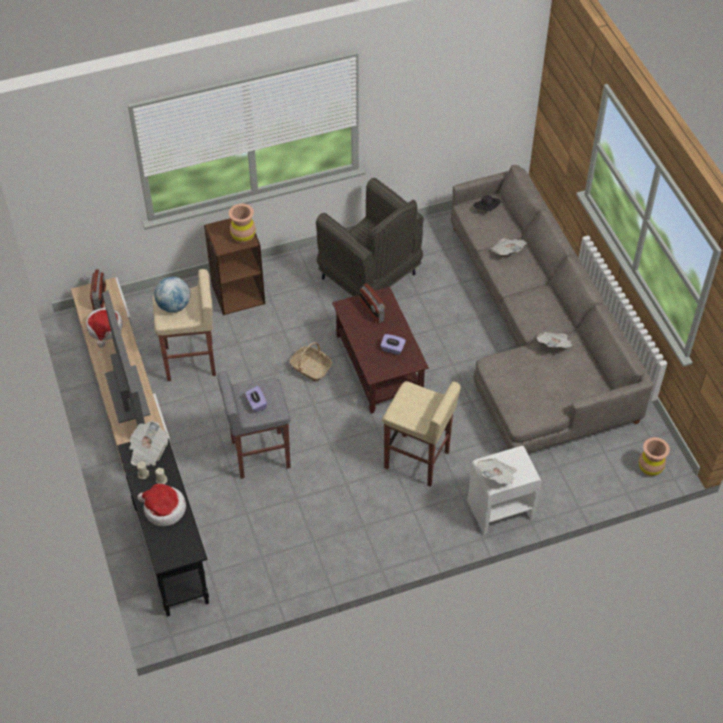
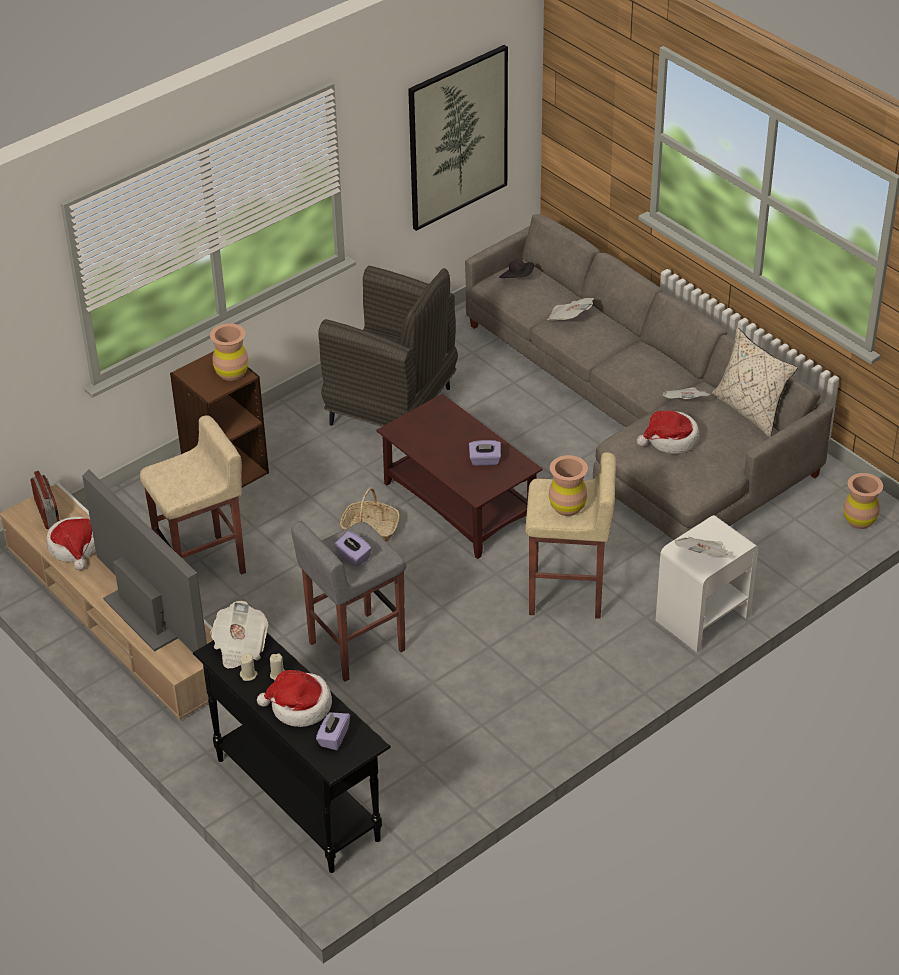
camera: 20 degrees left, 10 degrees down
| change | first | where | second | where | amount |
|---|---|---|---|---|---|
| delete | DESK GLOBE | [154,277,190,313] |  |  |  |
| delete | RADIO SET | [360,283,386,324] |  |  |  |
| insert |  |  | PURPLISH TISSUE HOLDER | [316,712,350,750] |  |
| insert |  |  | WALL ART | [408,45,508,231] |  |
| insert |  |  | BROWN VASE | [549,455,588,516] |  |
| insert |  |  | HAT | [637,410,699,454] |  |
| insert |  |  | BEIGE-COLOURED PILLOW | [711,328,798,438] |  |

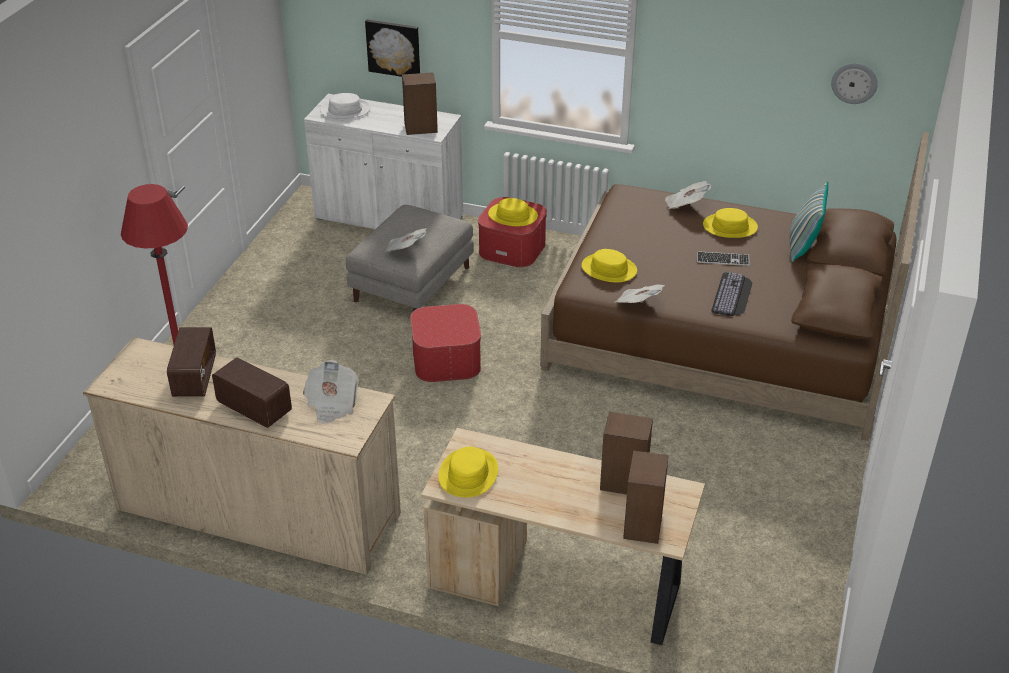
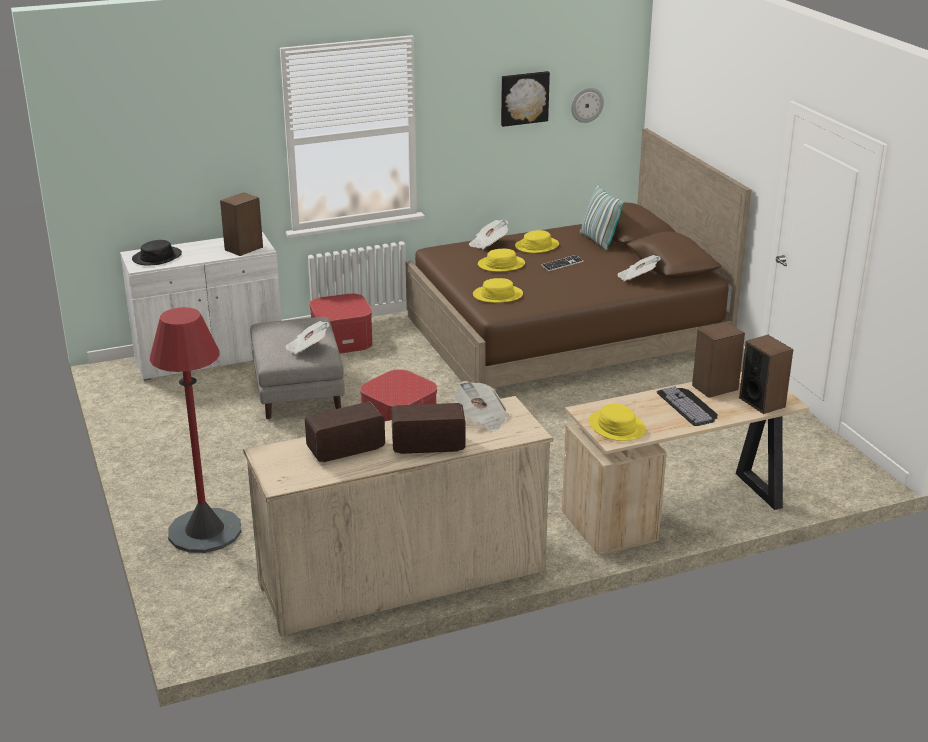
camera: 40 degrees left, 10 degrees down
| change | first | where | second | where | amount |
|---|---|---|---|---|---|
| rotate | RADIO SET | [167,327,216,397] |  | [305,402,385,462] | 75 degrees counterclockwise |
| recolor | WHITE-COLOURED HAT | [320,93,370,119] | BLACK HAT | [132,240,182,265] |  |
| move | WALL ART | [365,20,420,77] |  | [501,71,550,127] |  |
| move | YELLOWISH HAT | [488,198,538,226] |  | [478,249,525,272] |  |
| move | DAILY PAPER | [615,284,665,303] |  | [617,255,661,281] |  |
| move | PC KEYBOARD | [711,272,752,316] |  | [656,386,717,426] |  |

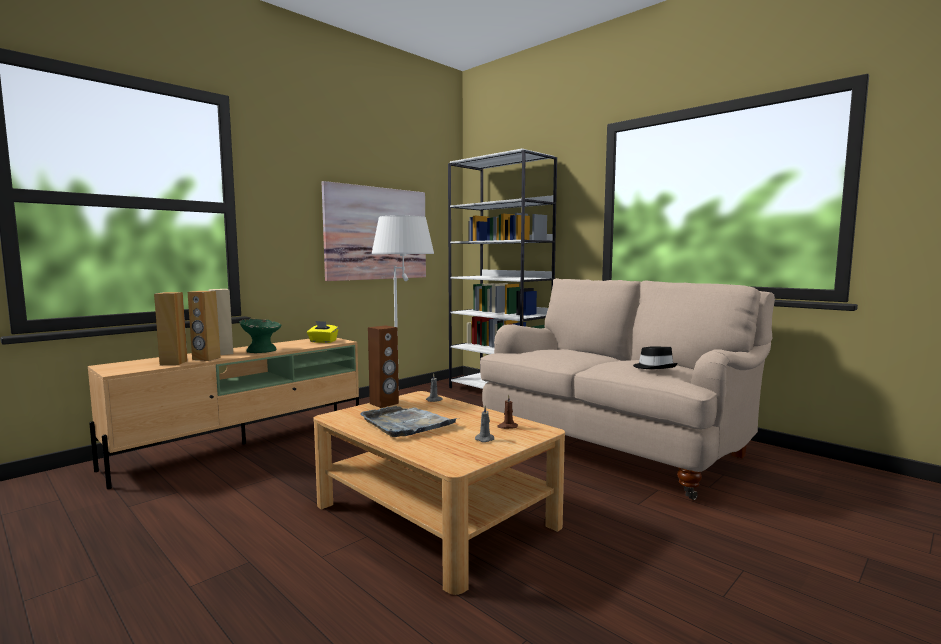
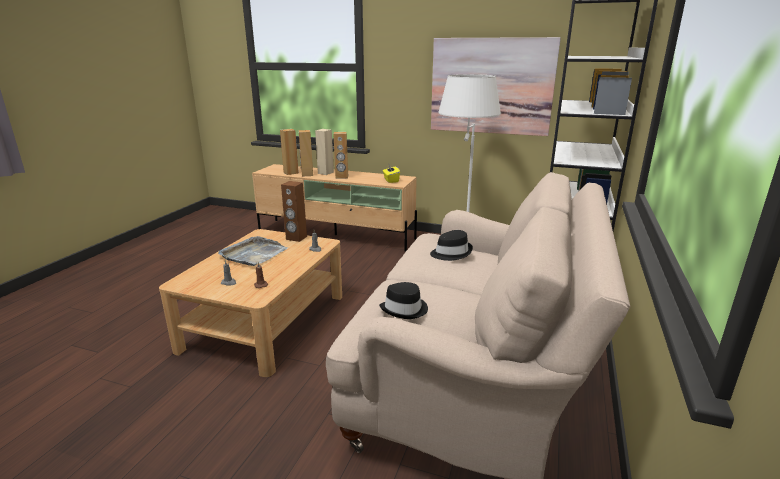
camera: 65 degrees right, 15 degrees up
| change | first | where | second | where | amount |
|---|---|---|---|---|---|
| replace | GREEN-COLOURED DEEP DISH | [239,319,281,353] | BROWN LOUDSPEAKER | [334,132,348,179] |  |
| insert |  |  | BLACK HAT | [430,230,473,261] |  |

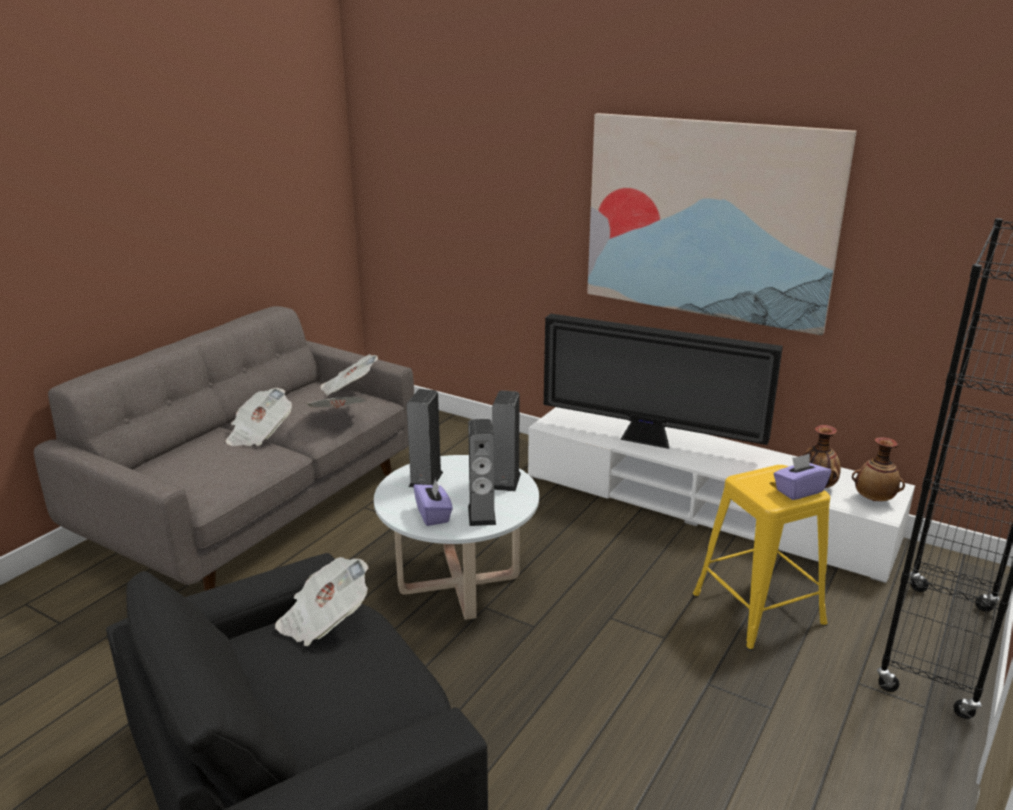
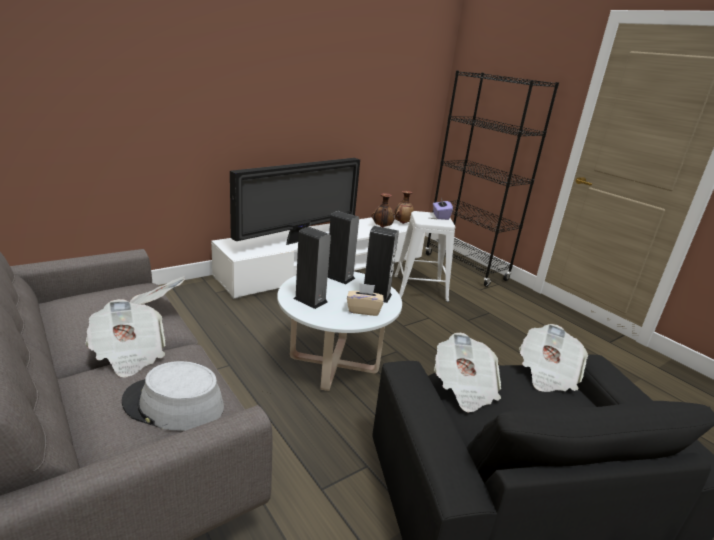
camera: 70 degrees left, 0 degrees up
| change | first | where | second | where | amount |
|---|---|---|---|---|---|
| move | DAILY PAPER | [320,354,378,396] |  | [519,324,588,392] |  |
| recolor | PURPLISH TISSUE HOLDER | [414,478,453,526] | BEIGE-COLOURED TISSUE HOLDER | [347,283,384,316] |  |
| delete | WALL ART | [587,113,857,335] |  |  |  |
| recolor | YELLOWISH STOOL | [692,465,830,651] | WHITE-COLOURED STOOL | [394,211,455,302] |  |
| insert |  |  | GREY HAT | [122,361,224,431] |  |

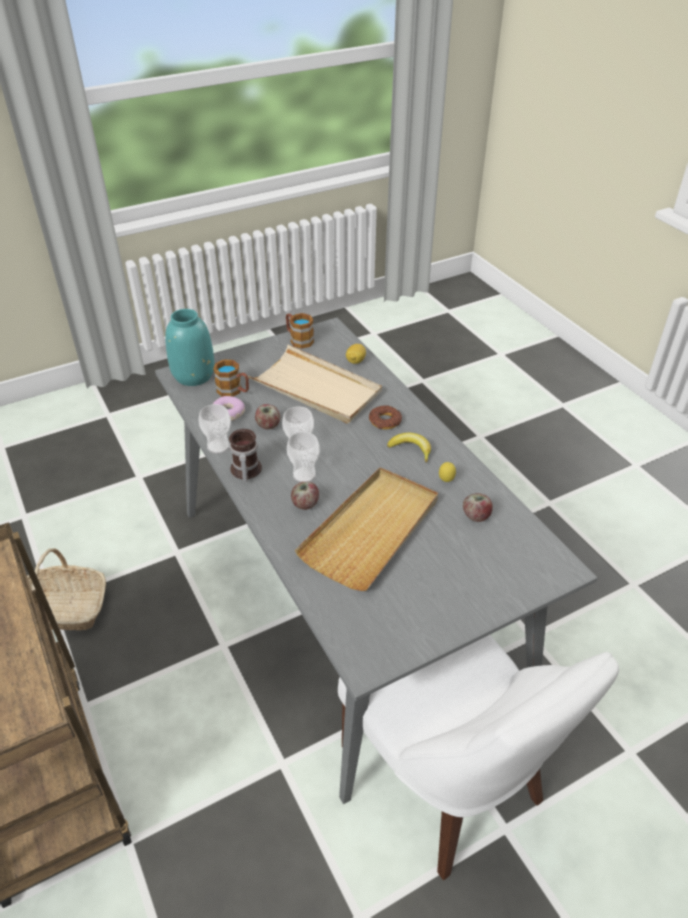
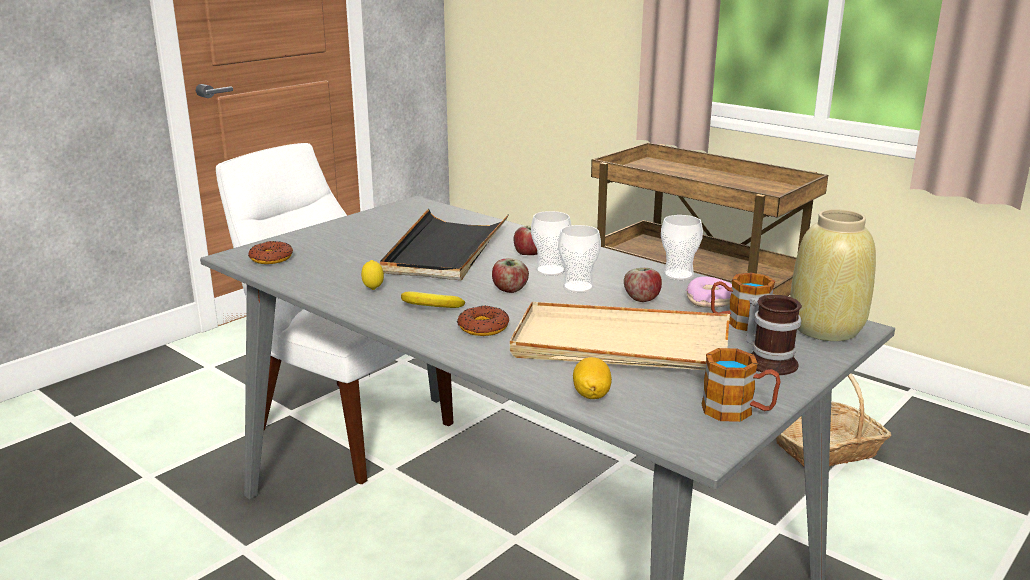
camera: 160 degrees right, 20 degrees down
| change | first | where | second | where | amount |
|---|---|---|---|---|---|
| recolor | TURQUOISE-COLOURED VASE | [165,309,215,386] | BEIGE-COLOURED VASE | [790,209,876,341] |  |
| move | TEA MUG | [229,429,262,482] |  | [746,295,802,375] |  |
| recolor | BEIGE-COLOURED TRAY | [295,467,438,591] | BLACK TRAY | [380,209,508,280] |  |
| move | APPLE FRUIT | [463,493,493,522] |  | [492,258,529,293] |  |
| insert |  |  | RING DOUGHNUT | [248,241,293,264] |  |

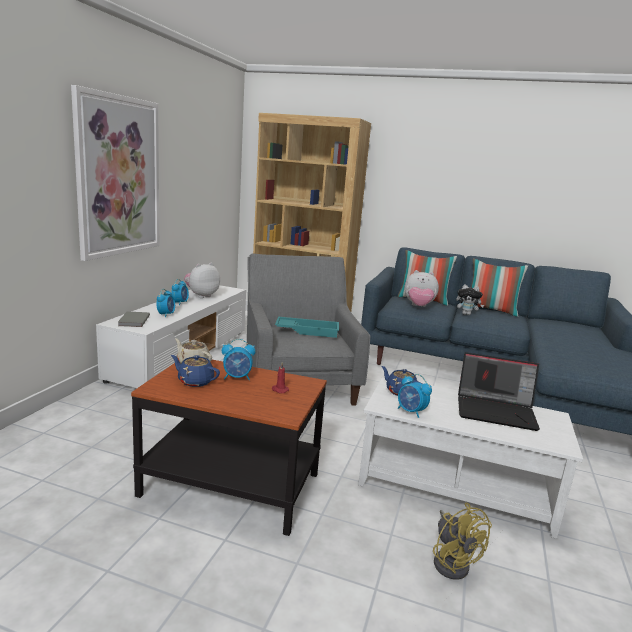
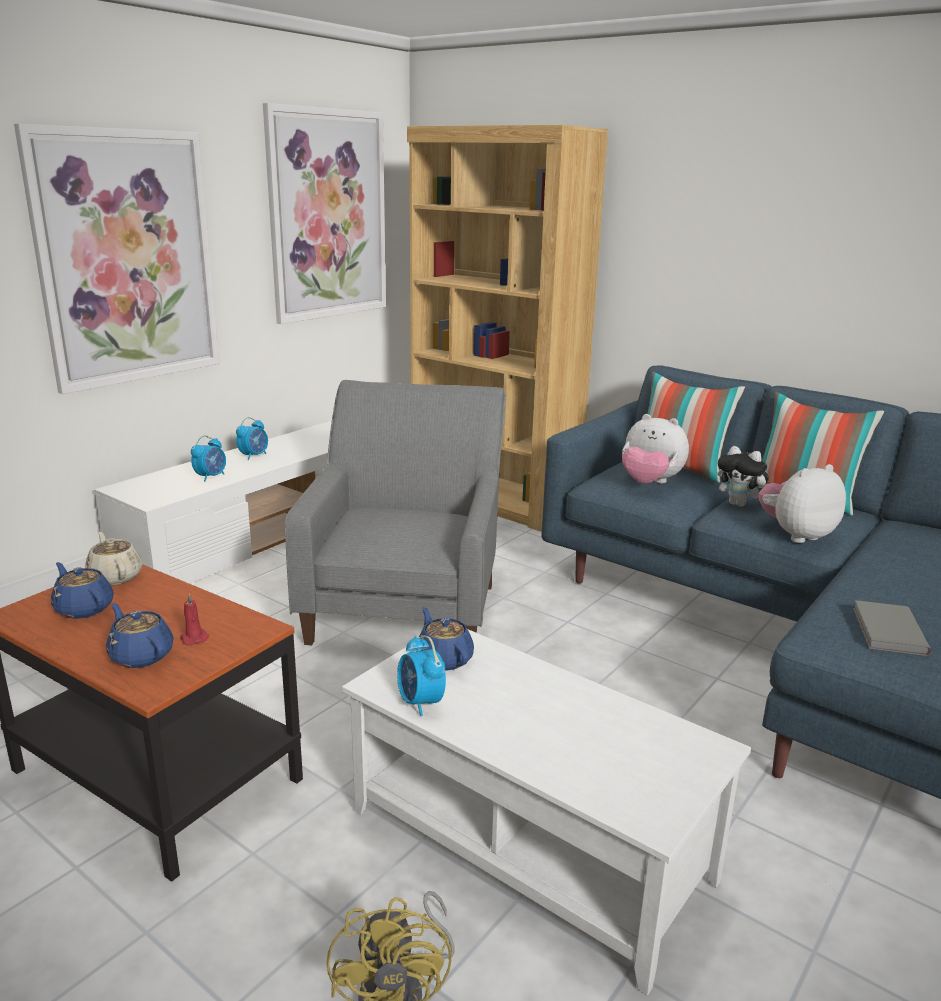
camera: 20 degrees right, 5 degrees up
| change | first | where | second | where | amount |
|---|---|---|---|---|---|
| move | GREY BOUND BOOK | [118,311,150,327] |  | [853,600,931,656] |  |
| move | CUDDLY TOY | [184,263,220,298] |  | [759,464,846,543] |  |
| delete | TABLE CLOCK | [222,339,256,380] |  |  |  |
| delete | TURQUOISE-COLOURED TRAY | [275,317,339,338] |  |  |  |
| delete | NOTEBOOK COMPUTER | [458,352,540,431] |  |  |  |
| insert |  |  | BLUE POT FOR TEA | [106,603,174,668] |  |
| insert |  |  | WALL ART | [263,103,386,324] |  |

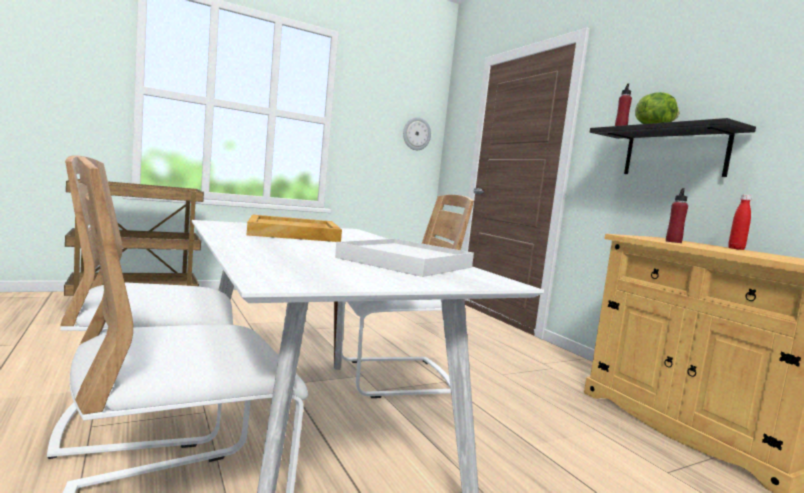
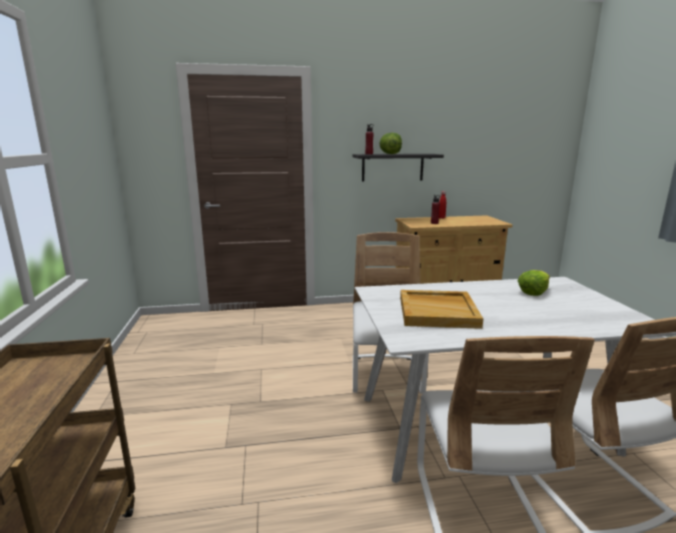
camera: 70 degrees left, 10 degrees up
| change | first | where | second | where | amount |
|---|---|---|---|---|---|
| replace | WHITE-COLOURED TRAY | [335,239,474,277] | HEAD OF LETTUCE | [518,270,550,296] |  |
| delete | WALL CLOCK | [403,117,431,150] |  |  |  |

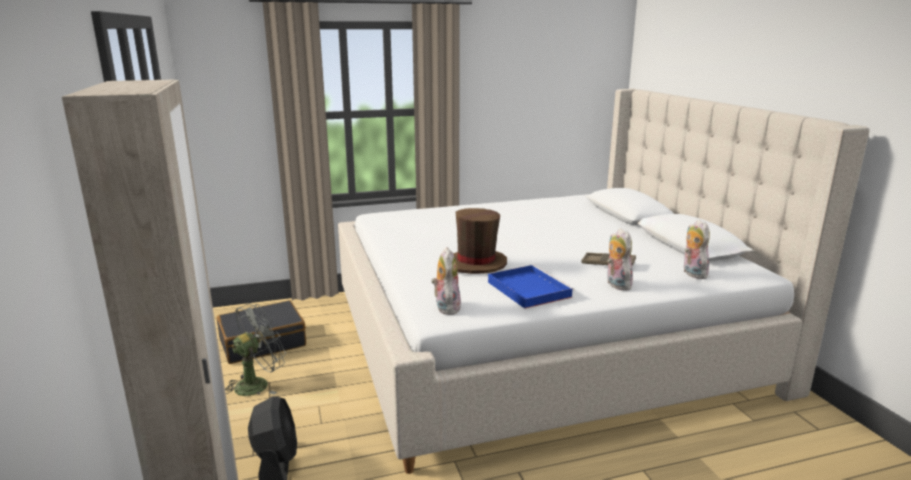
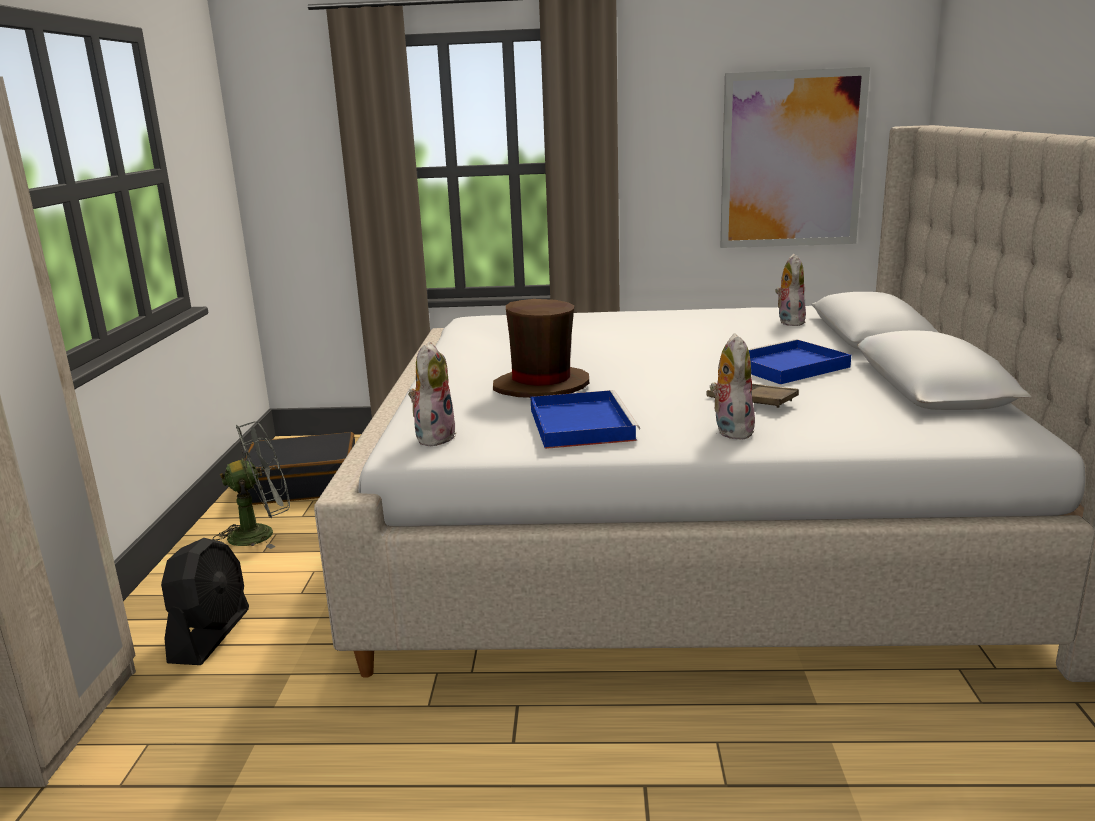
camera: 20 degrees right, 0 degrees up
| change | first | where | second | where | amount |
|---|---|---|---|---|---|
| move | CUDDLY TOY | [684,219,710,279] |  | [775,254,806,326] |  |
| insert |  |  | WALL ART | [720,67,870,248] |  |
| insert |  |  | BLUE TRAY | [748,339,851,385] |  |

